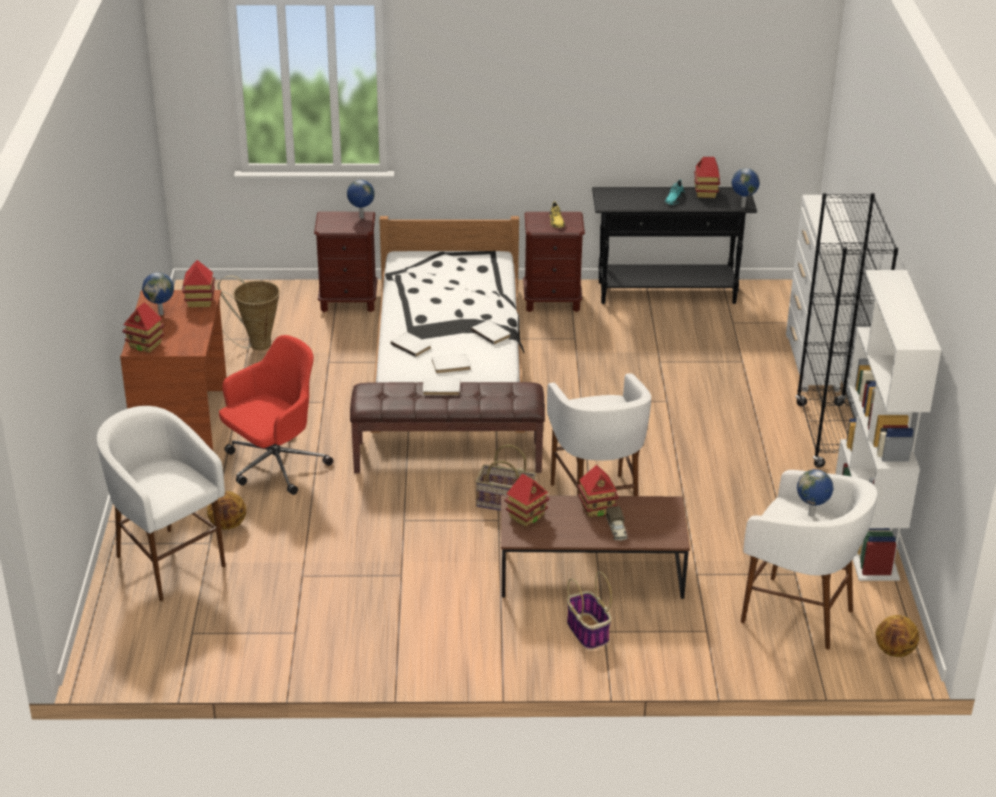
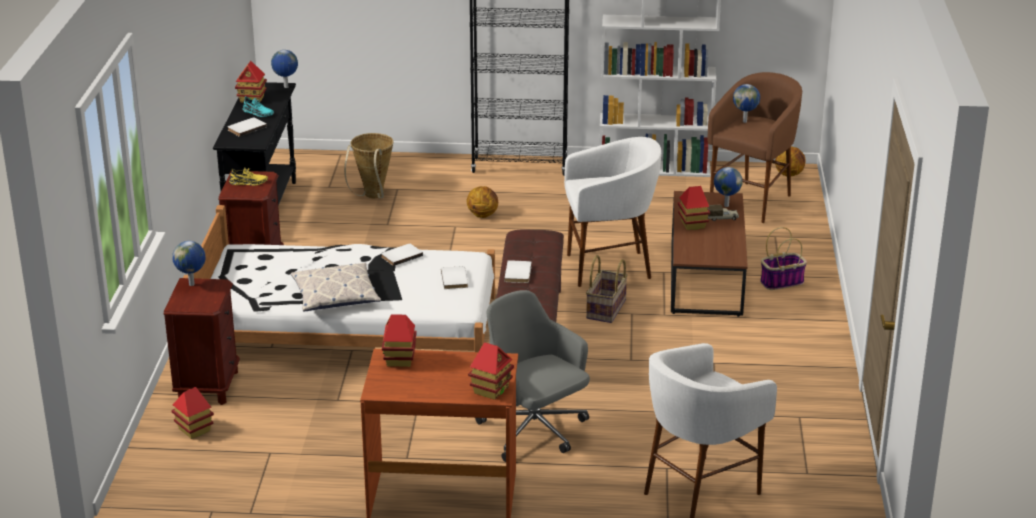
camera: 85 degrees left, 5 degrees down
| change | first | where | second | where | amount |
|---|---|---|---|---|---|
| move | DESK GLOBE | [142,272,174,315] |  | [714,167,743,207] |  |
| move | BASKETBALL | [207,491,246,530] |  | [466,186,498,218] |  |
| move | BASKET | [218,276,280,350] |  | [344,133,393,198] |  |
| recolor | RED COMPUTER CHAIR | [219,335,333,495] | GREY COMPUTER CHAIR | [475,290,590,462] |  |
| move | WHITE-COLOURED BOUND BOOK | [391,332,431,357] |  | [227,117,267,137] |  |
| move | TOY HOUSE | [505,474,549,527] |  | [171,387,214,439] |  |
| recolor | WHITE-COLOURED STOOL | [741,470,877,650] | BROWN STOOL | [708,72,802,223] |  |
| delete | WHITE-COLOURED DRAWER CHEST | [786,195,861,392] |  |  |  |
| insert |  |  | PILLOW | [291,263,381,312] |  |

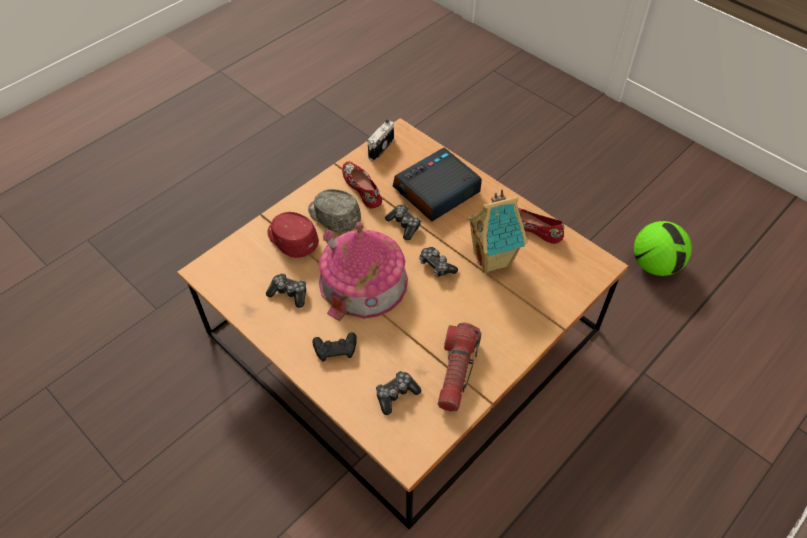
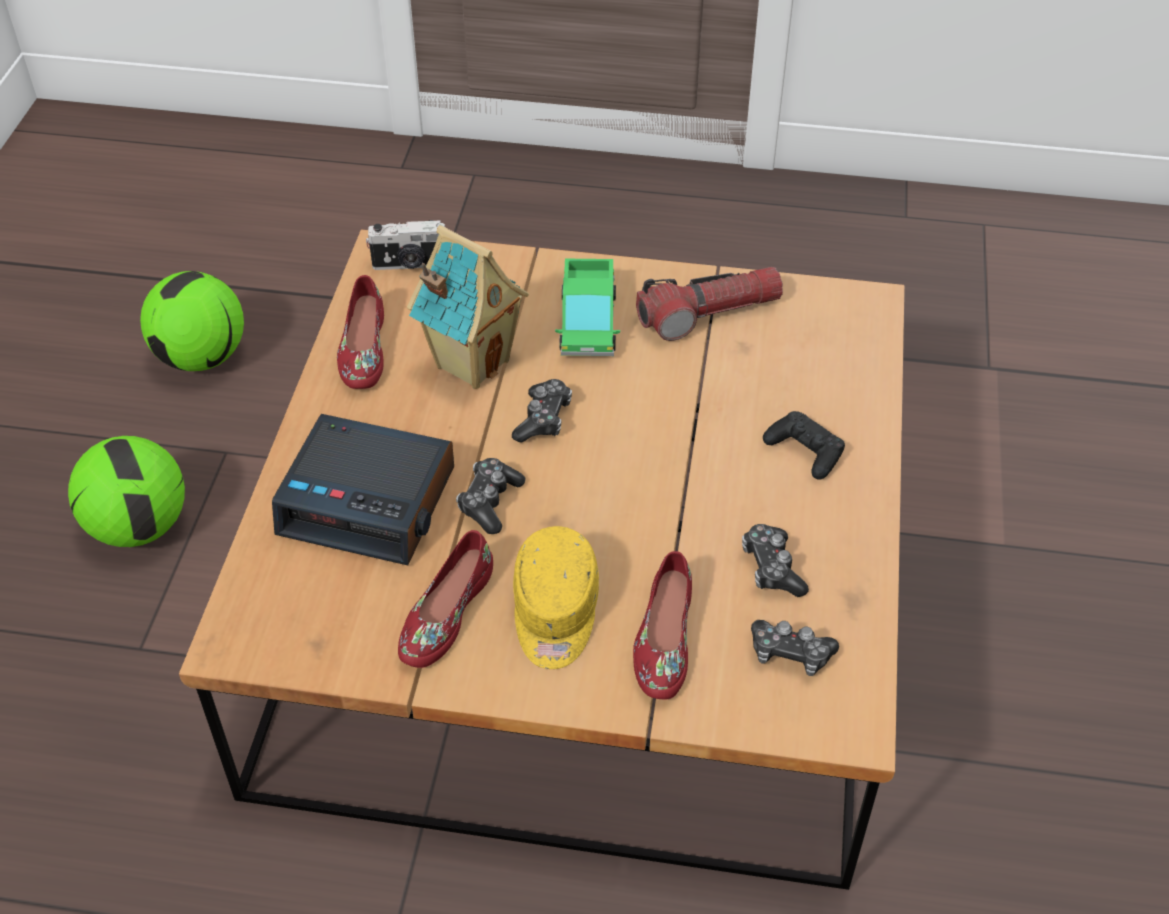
camera: 125 degrees left, 5 degrees down
| change | first | where | second | where | amount |
|---|---|---|---|---|---|
| replace | RED CAP | [268,212,319,258] | RED SHOE | [633,551,692,699] |  |
| recolor | GREY CAP | [308,189,361,233] | YELLOWISH CAP | [513,526,599,669] |  |
| delete | TOY HOUSE | [319,222,408,321] |  |  |  |
| move | PHOTO CAMERA | [367,119,394,161] |  | [366,220,445,270] |  |
| move | GAME CONTROLLER | [376,371,421,415] |  | [751,620,839,676] |  |
| insert |  |  | BALL FOR FOOTBALL | [68,436,185,547] |  |
| insert |  |  | MODEL TRUCK | [555,258,620,356] |  |

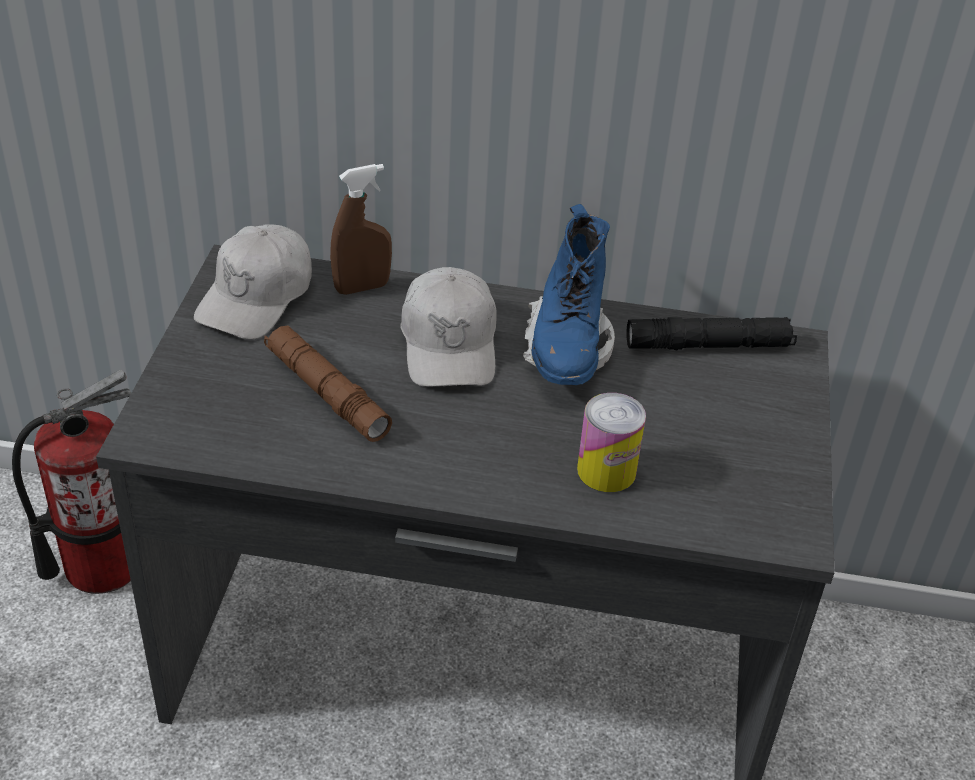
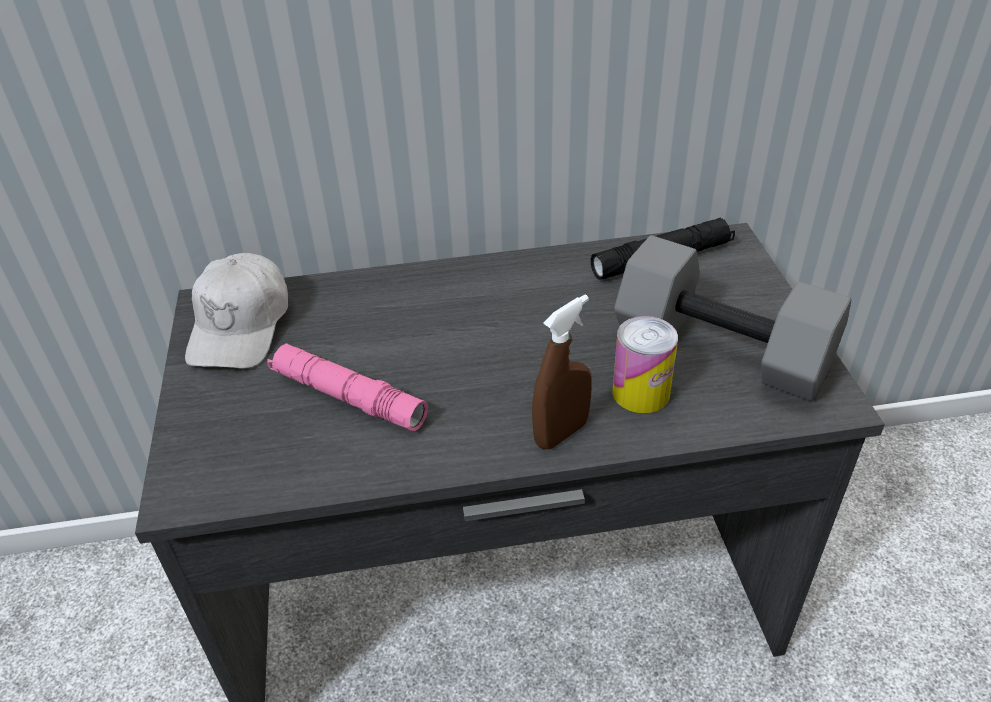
camera: 15 degrees left, 0 degrees up
| change | first | where | second | where | amount |
|---|---|---|---|---|---|
| delete | EXTINGUISHER | [12,370,131,594] |  |  |  |
| recolor | BROWN TORCH | [264,326,392,442] | PINKISH TORCH | [267,344,428,431] |  |
| move | BROWN HAND SPRAYER | [330,164,392,295] |  | [532,295,592,449] |  |
| delete | WHITE-COLOURED CAP | [400,267,497,387] |  |  |  |
| delete | BLUE TALL BOOT | [523,204,615,385] |  |  |  |
| insert |  |  | GREY HAND WEIGHT | [614,235,852,401] |  |

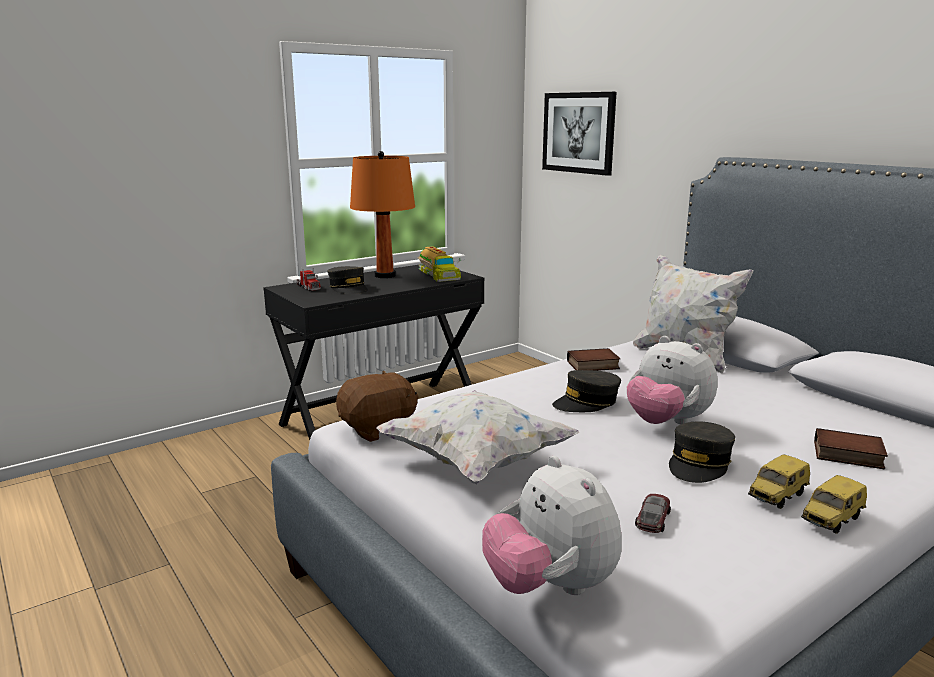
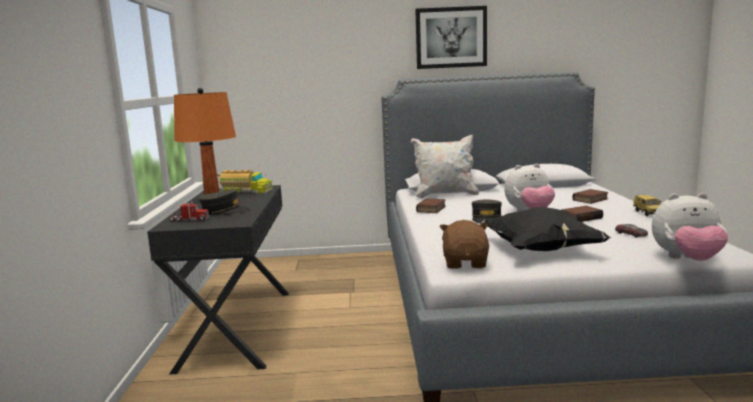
camera: 55 degrees left, 5 degrees down
| change | first | where | second | where | amount |
|---|---|---|---|---|---|
| recolor | WHITE-COLOURED PILLOW | [376,390,580,484] | BLACK PILLOW | [481,207,611,251] |  |
| move | WALL ART | [542,92,617,176] |  | [415,6,487,69] |  |
| replace | GREY CAP | [669,422,735,483] | BOUND BOOK | [561,206,603,222] |  |
| delete | MODEL CAR | [748,454,810,509] |  |  |  |

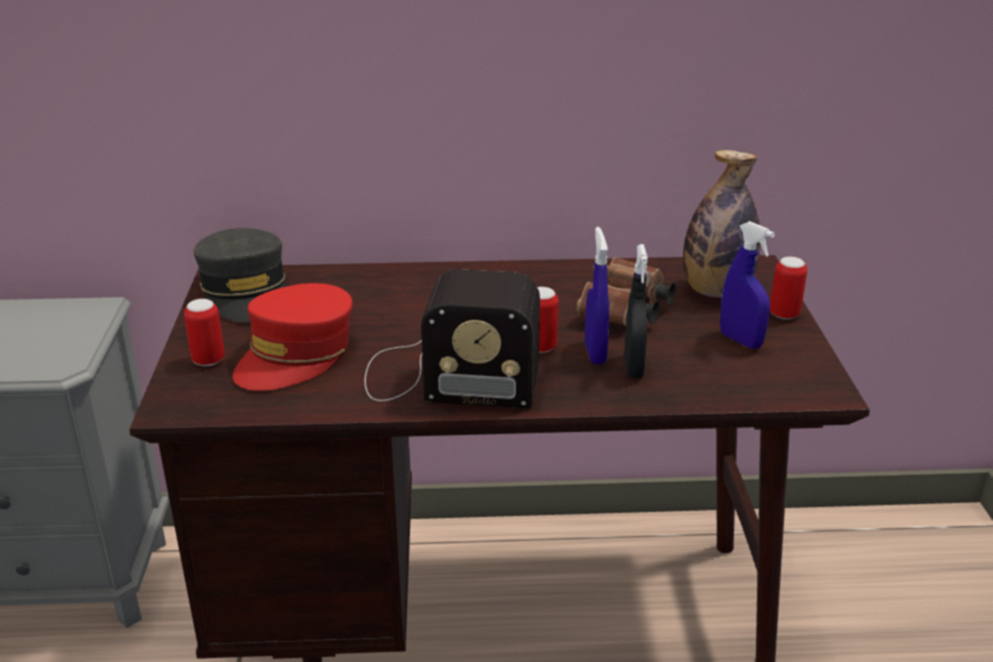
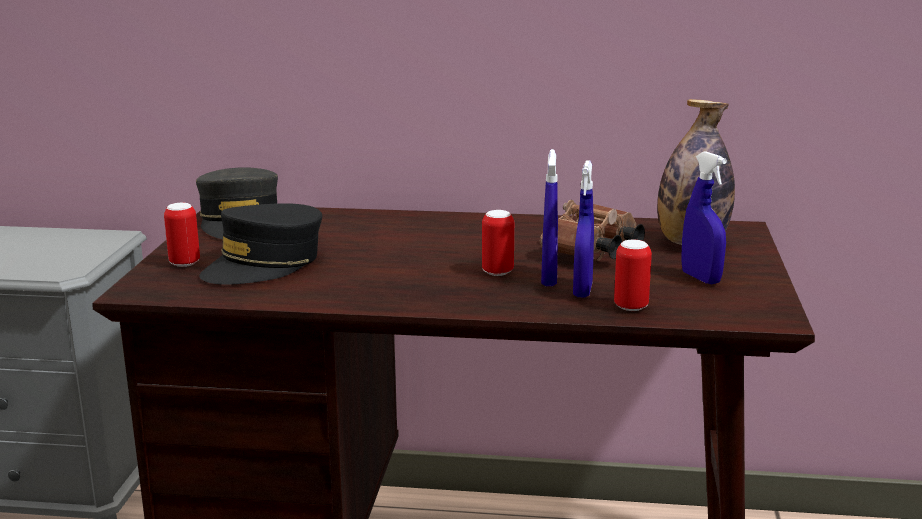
camera: 10 degrees right, 10 degrees down
| change | first | where | second | where | amount |
|---|---|---|---|---|---|
| recolor | RED CAP | [233,283,353,391] | BLACK CAP | [199,203,322,285] |  |
| delete | RADIO SET | [364,269,540,409] |  |  |  |
| recolor | BLACK HAND SPRAYER | [624,244,648,378] | BLUE HAND SPRAYER | [573,160,594,298] |  |
| move | METAL CAN | [770,257,807,320] |  | [614,240,652,311] |  |

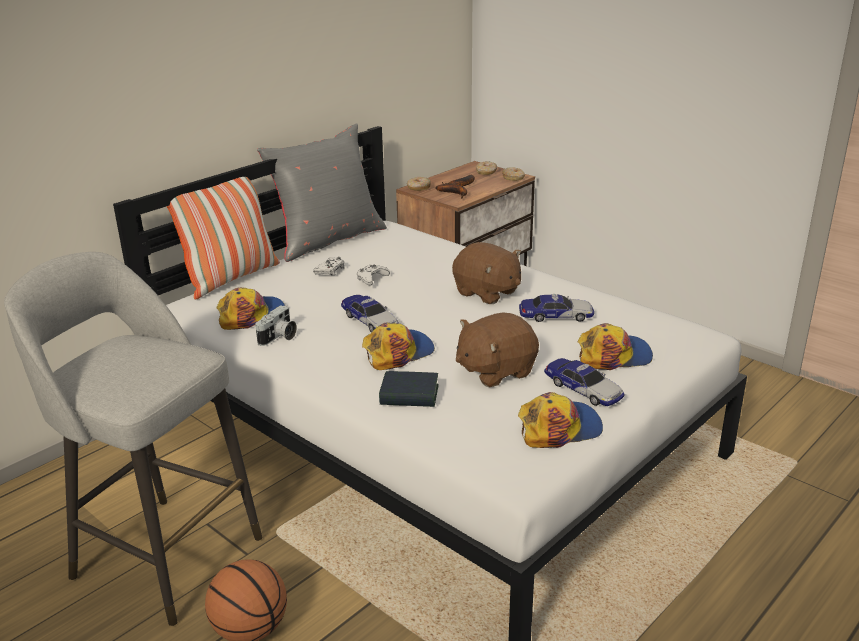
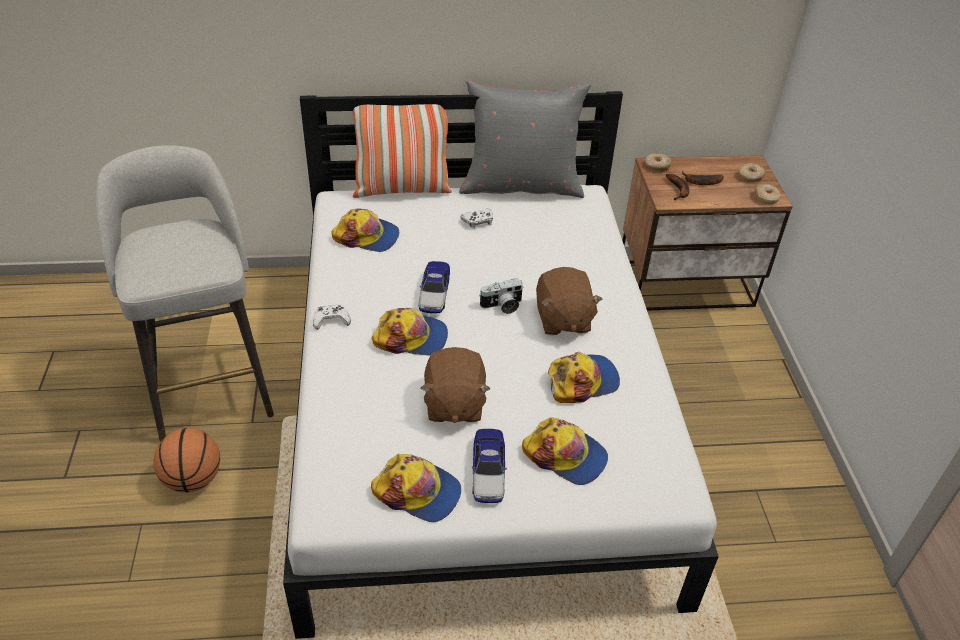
camera: 40 degrees right, 15 degrees up
| change | first | where | second | where | amount |
|---|---|---|---|---|---|
| move | PHOTO CAMERA | [255,305,297,346] |  | [479,278,523,314] |  |
| move | WHITE-COLOURED GAME CONTROLLER | [357,265,390,286] |  | [313,304,351,330] |  |
| delete | BOUND BOOK | [379,371,439,407] |  |  |  |
| rotate | BROWN CUDDLY TOY | [456,312,539,387] |  | [420,347,490,423] | 105 degrees counterclockwise |
| replace | MODEL CAR | [519,294,594,322] | CAP | [548,352,620,403] |  |

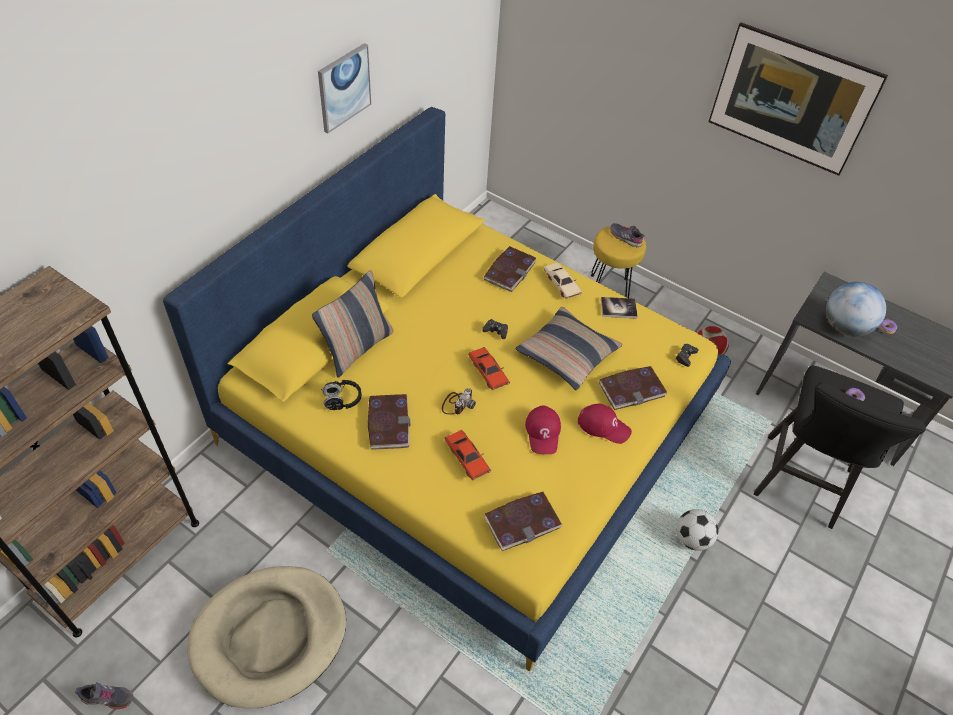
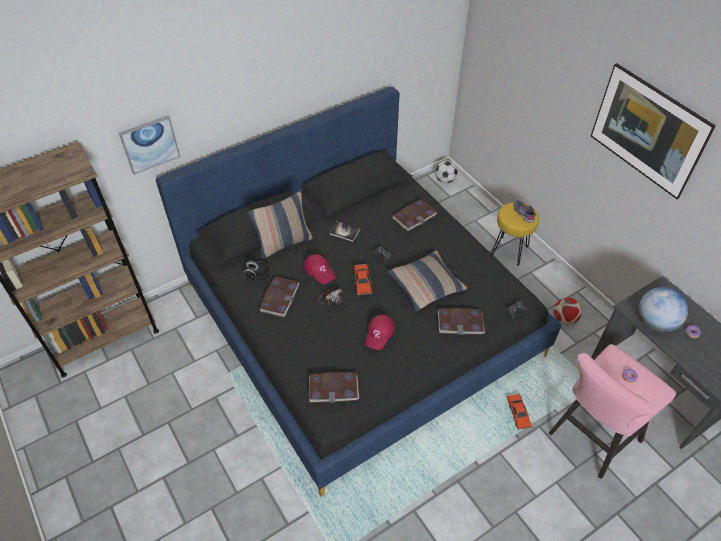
camera: 25 degrees right, 0 degrees up
| change | first | where | second | where | amount |
|---|---|---|---|---|---|
| delete | GREY SHOE | [75,682,133,709] |  |  |  |
| recolor | YELLOWISH BED | [163,107,731,671] | BLACK BED | [156,87,561,497] |  |
| delete | BEIGE-COLOURED PET BED | [187,566,346,709] |  |  |  |
| move | WALL ART | [318,43,371,134] |  | [119,115,180,175] |  |
| move | RED MODEL CAR | [444,430,491,480] |  | [507,394,532,430] |  |
| delete | BEIGE-COLOURED MODEL CAR | [544,263,582,299] |  |  |  |
| move | RED CAP | [578,404,632,444] |  | [303,254,336,284] |  |
| move | BOUND BOOK | [601,297,638,319] |  | [330,221,360,242] |  |
| move | BALL FOR FOOTBALL | [676,509,718,551] |  | [435,160,458,183] |  |
| recolor | BLACK STOOL | [754,365,926,529] | PINKISH STOOL | [549,344,676,479] |  |

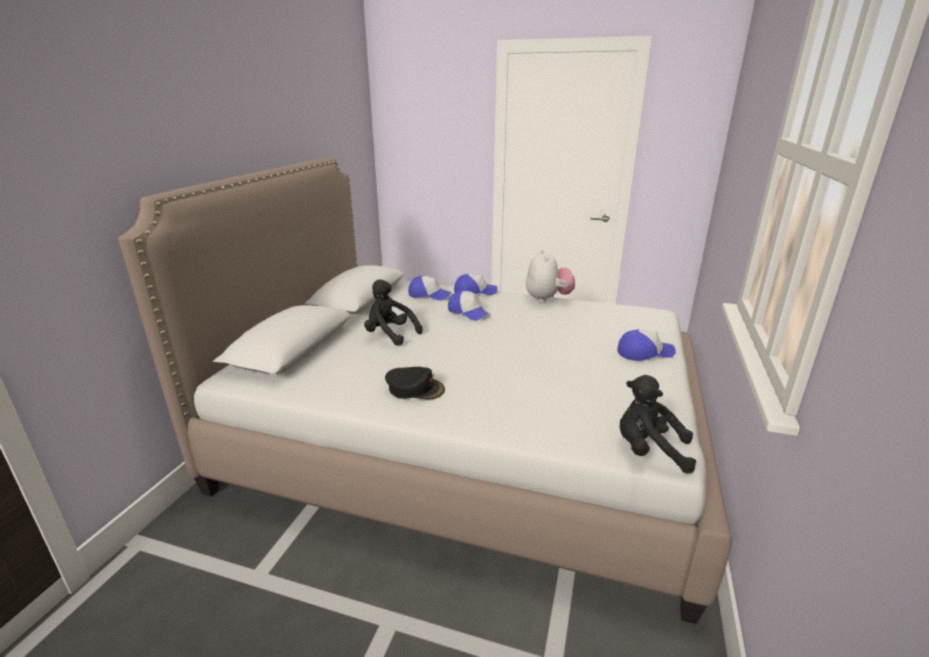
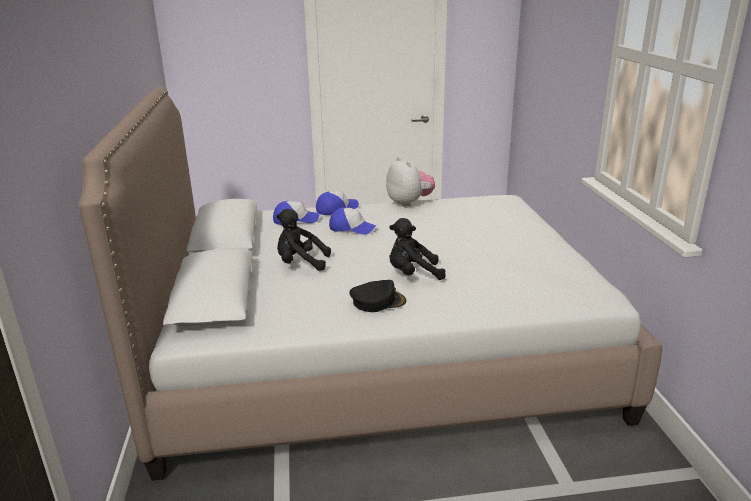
camera: 25 degrees left, 0 degrees up
| change | first | where | second | where | amount |
|---|---|---|---|---|---|
| delete | CAP | [618,329,675,361] |  |  |  |
| move | BLACK CUDDLY TOY | [619,375,696,473] |  | [389,218,446,280] |  |

